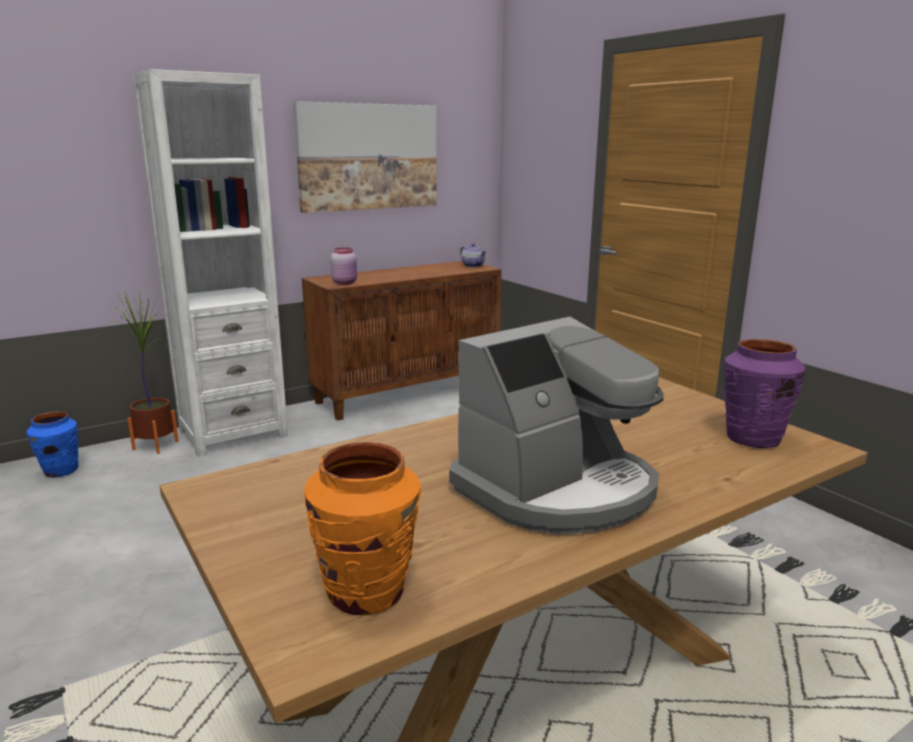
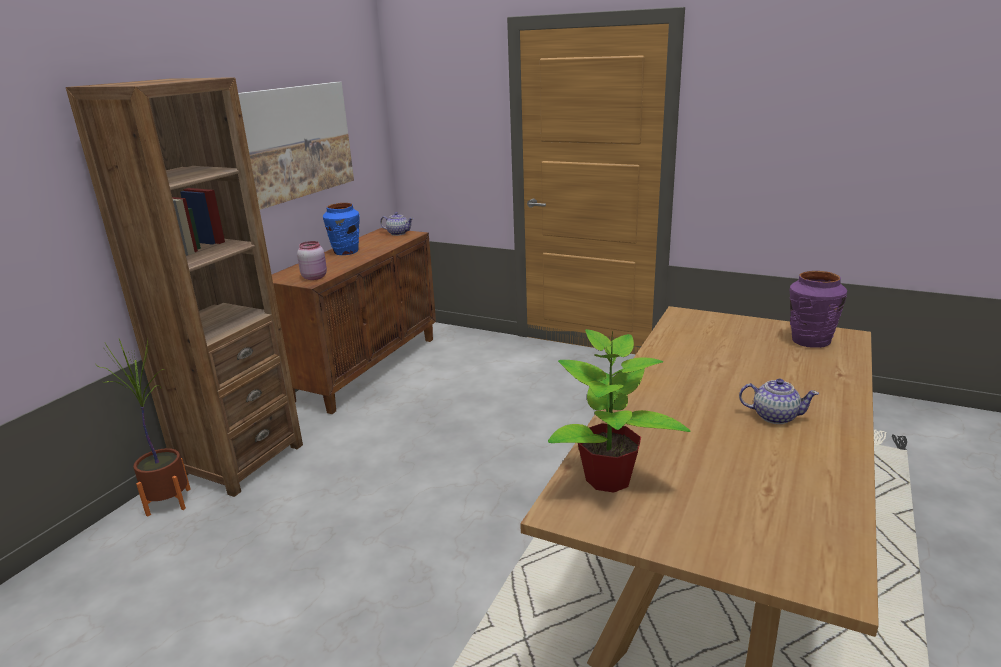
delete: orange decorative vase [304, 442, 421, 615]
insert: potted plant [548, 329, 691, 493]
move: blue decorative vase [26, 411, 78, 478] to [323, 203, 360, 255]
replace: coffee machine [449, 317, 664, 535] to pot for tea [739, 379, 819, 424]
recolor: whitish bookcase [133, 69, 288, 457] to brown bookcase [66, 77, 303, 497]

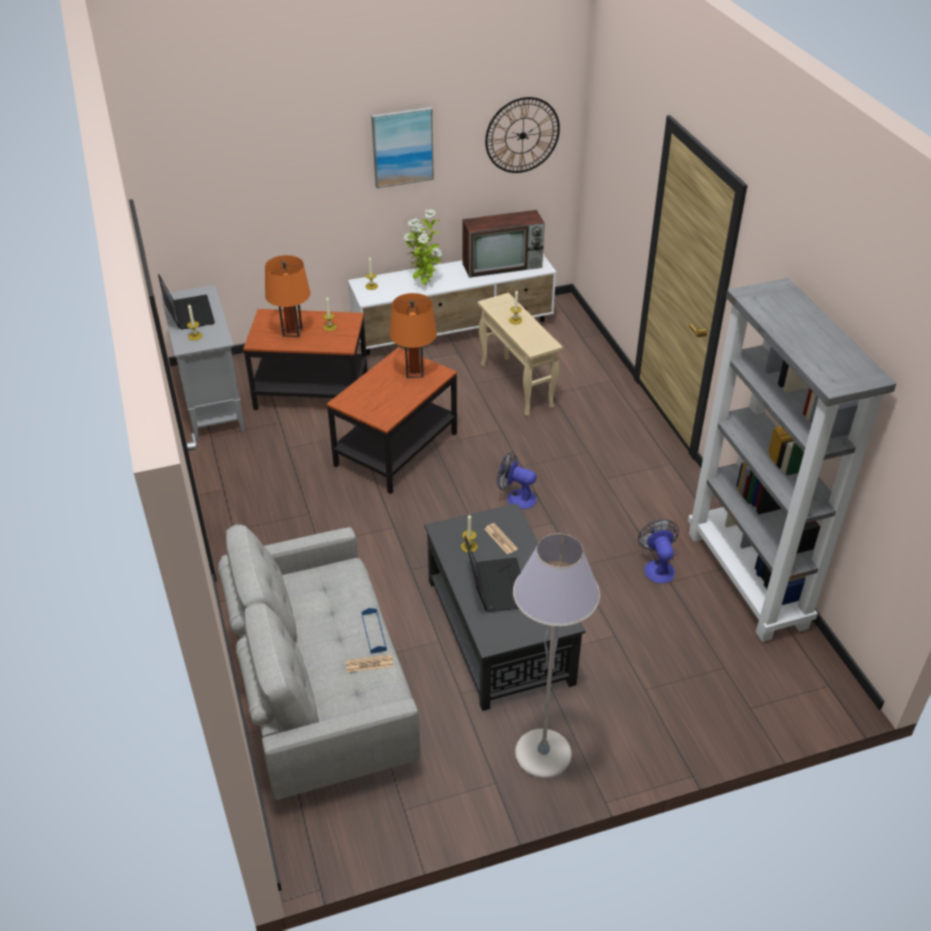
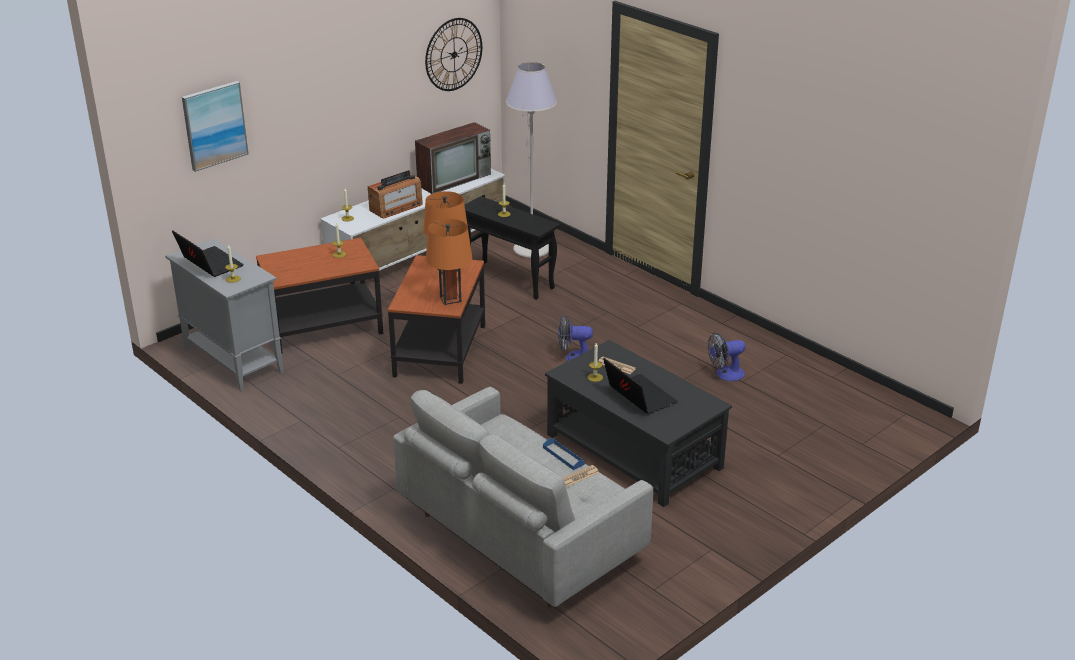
delete: greyish bookcase [688, 278, 896, 642]
move: wall picture [371, 107, 434, 188] to [182, 81, 249, 172]; orange tabletop lamp [265, 255, 311, 337] to [426, 219, 472, 305]; greyish floor lamp [513, 534, 600, 778] to [506, 62, 557, 258]
replace: potted plant [403, 209, 442, 285] to radio receiver [368, 170, 423, 219]
recolor: beige side table [478, 293, 563, 416] to black side table [465, 196, 560, 300]
rotate: fan [638, 520, 679, 583] = [708, 332, 746, 381] 75 degrees counterclockwise

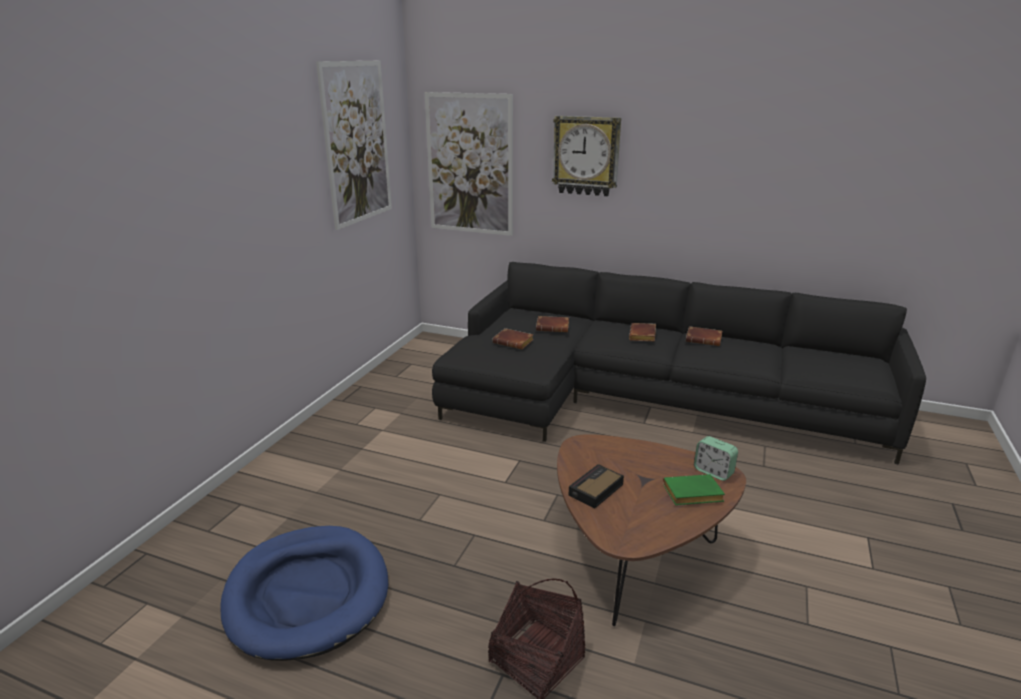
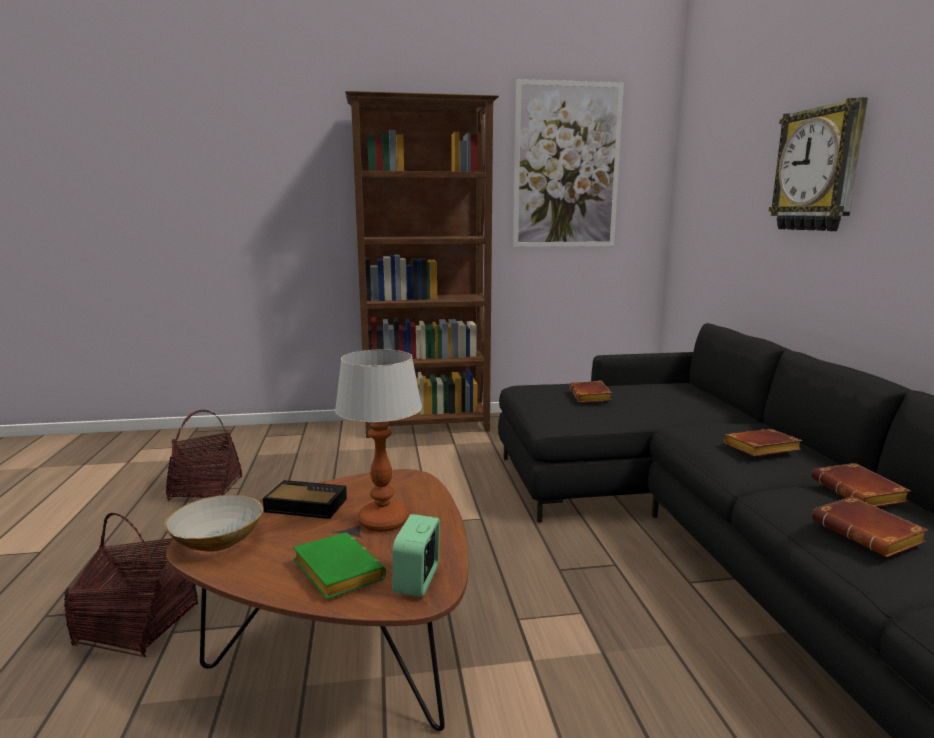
delete: wall picture [425, 92, 513, 236]
insert: brown bookcase [345, 91, 499, 438]; tabletop lamp [335, 349, 422, 532]; deep dish [164, 495, 263, 552]
move: brown volume [536, 316, 569, 332] to [812, 496, 928, 557]
replace: blue pet bed [221, 526, 388, 661] to household basket [166, 410, 242, 501]

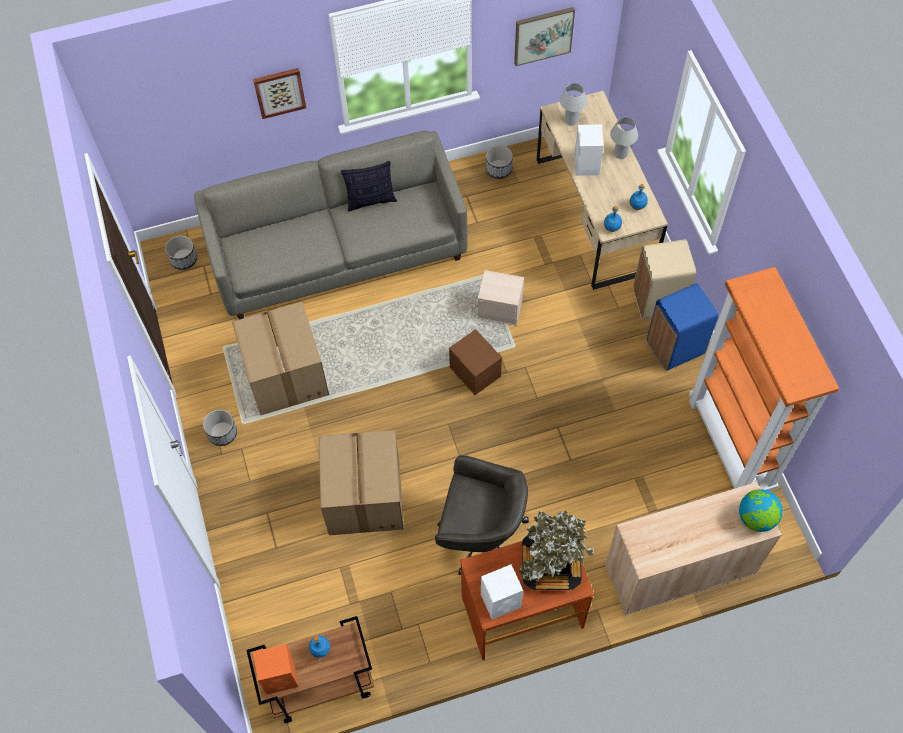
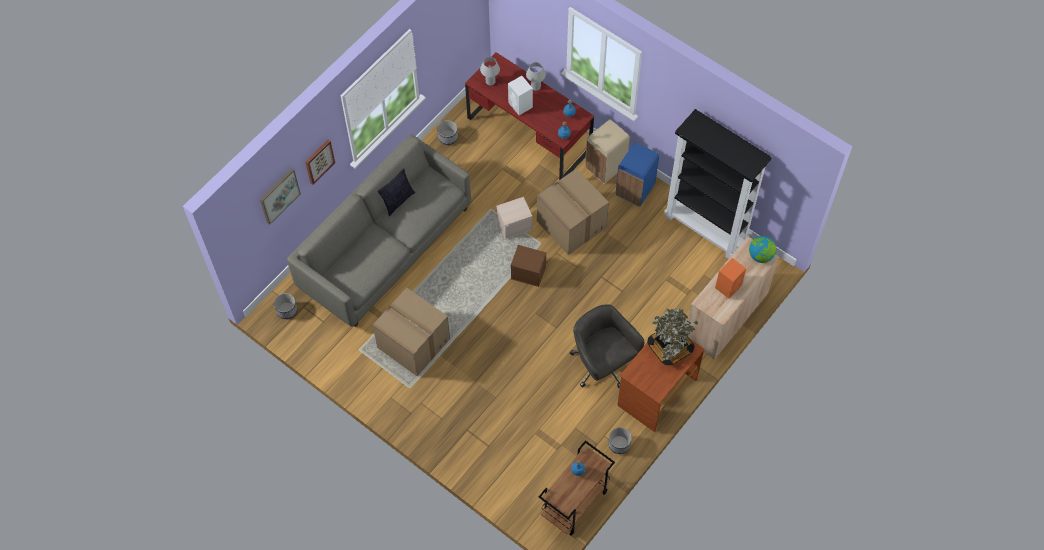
delete: whitish loudspeaker [481, 564, 523, 619]
move: wall picture [514, 7, 575, 66] to [260, 168, 301, 225]; plant pot [203, 409, 237, 446] to [608, 427, 632, 454]; cardboard box [319, 430, 404, 535] to [537, 169, 609, 255]; orange loudspeaker [253, 644, 299, 694] to [715, 258, 746, 298]
recolor: beige desk [537, 91, 668, 290] to reddish desk [465, 52, 594, 180]; orange bookcase [689, 267, 839, 492] to black bookcase [664, 109, 772, 259]
rotate: greyish desk chair [435, 455, 529, 575] = [570, 304, 644, 388] 105 degrees counterclockwise

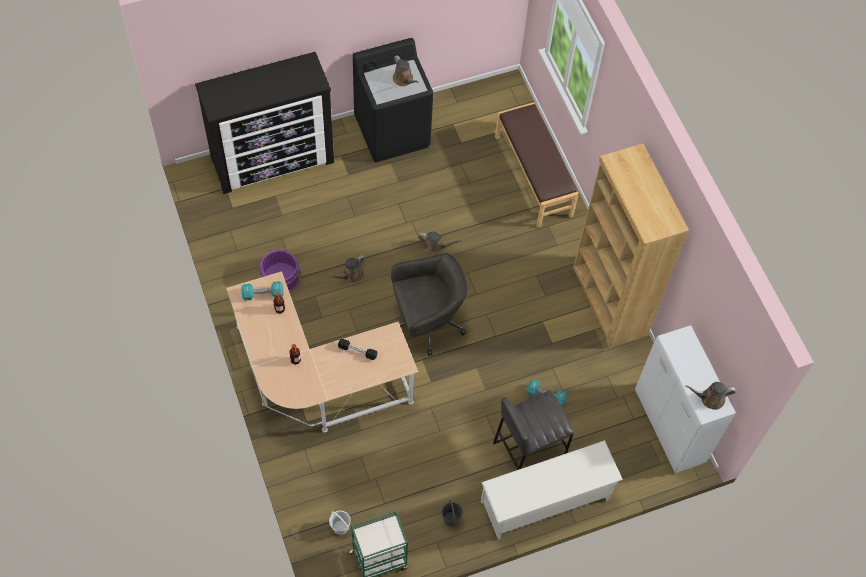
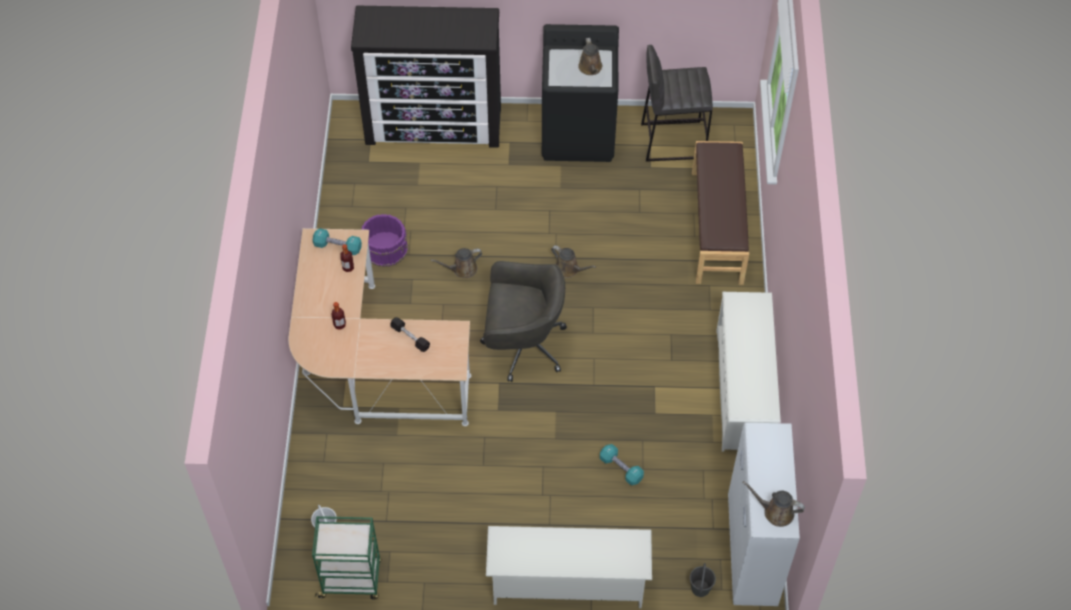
move: greyish stool [493, 390, 574, 470] to [641, 45, 713, 162]; greyish pail [442, 500, 463, 526] to [690, 563, 716, 597]
replace: brown bookcase [573, 144, 689, 348] to whitish shoe rack [716, 292, 781, 452]

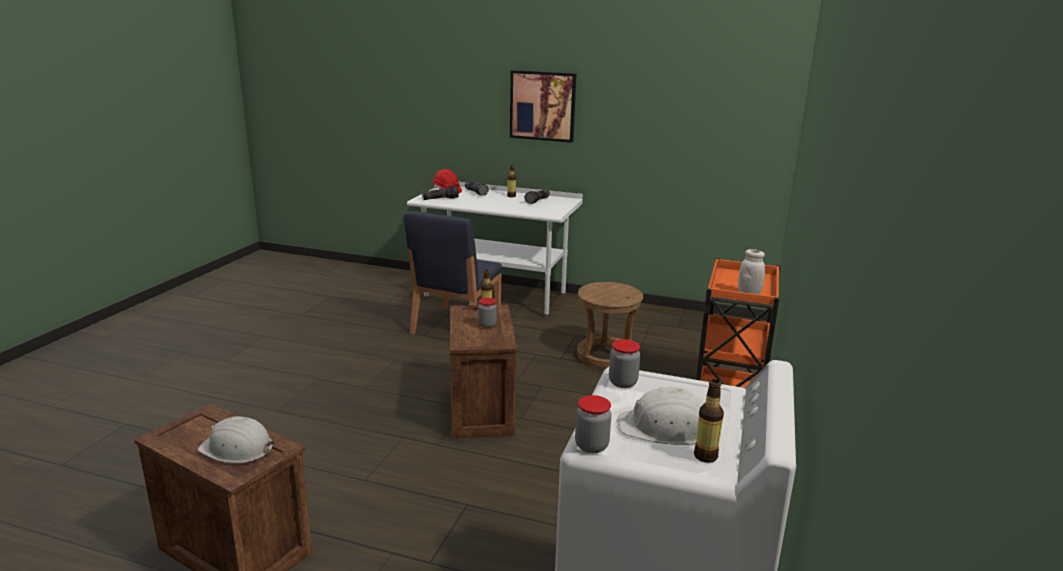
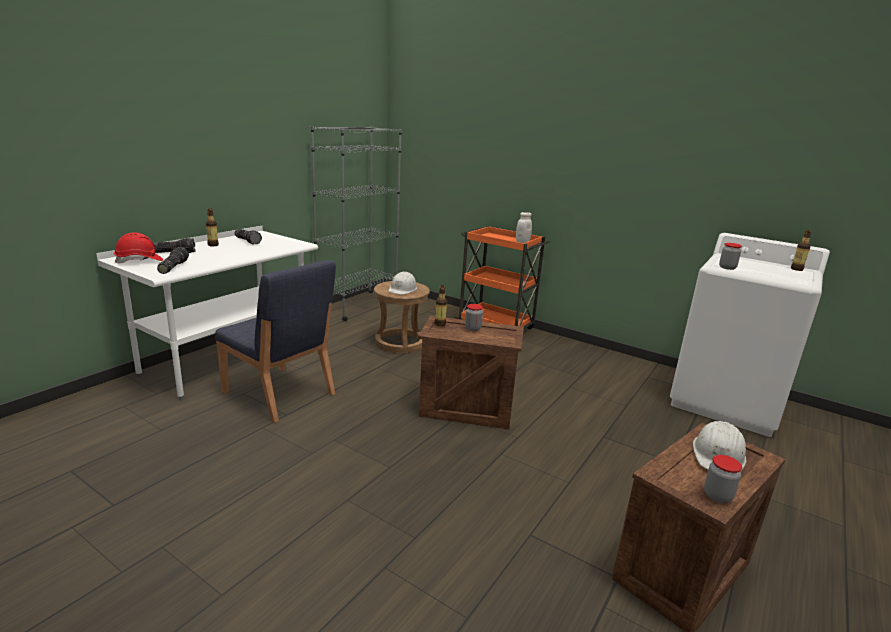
delete: wall picture [510, 70, 576, 143]
insert: greyish bookcase [311, 126, 402, 321]
move: whitish work helmet [618, 387, 703, 445] to [388, 272, 417, 295]; storage jar [575, 395, 611, 453] to [704, 455, 742, 503]

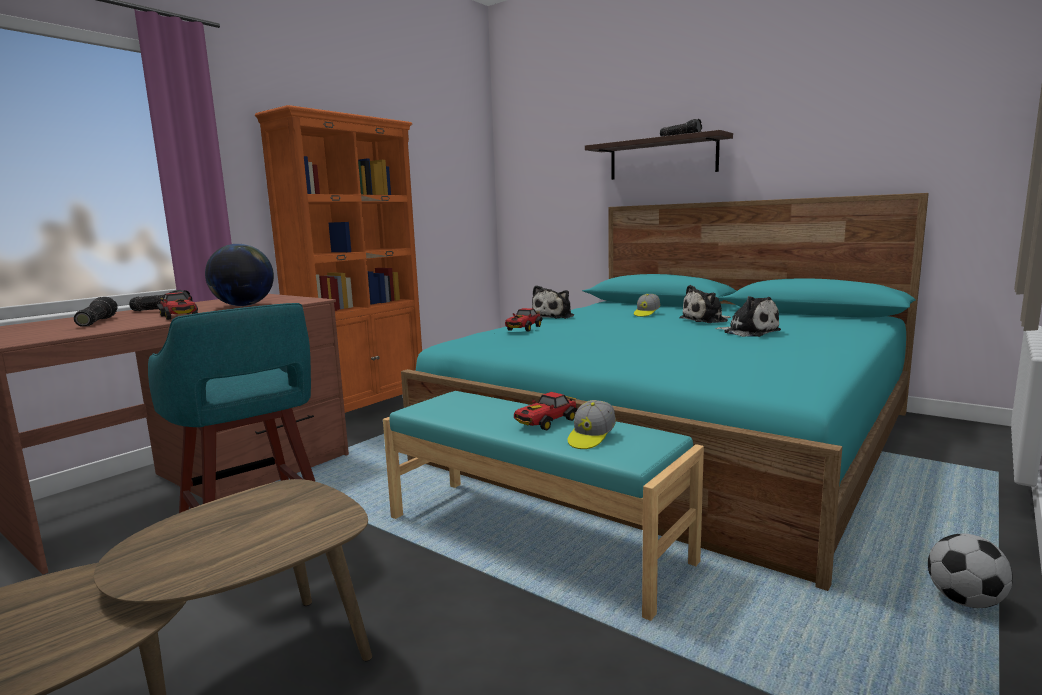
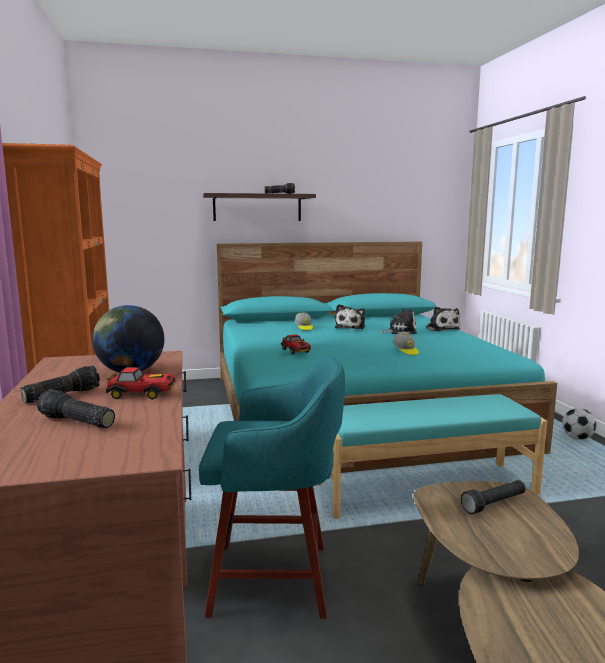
delete: toy car [514, 392, 577, 430]
insert: black torch [461, 480, 526, 514]
move: soft toy [532, 285, 574, 319] to [426, 307, 460, 331]; peaked cap [567, 400, 616, 449] to [393, 333, 419, 355]

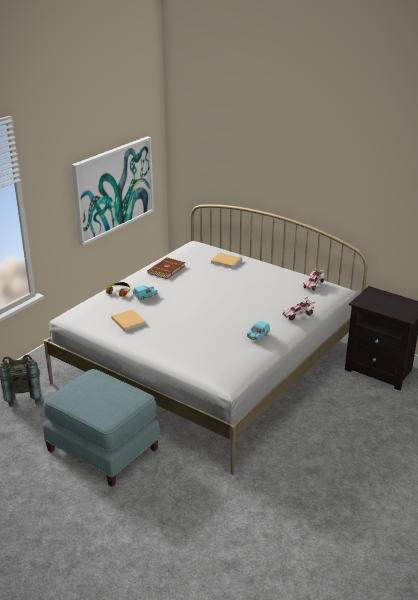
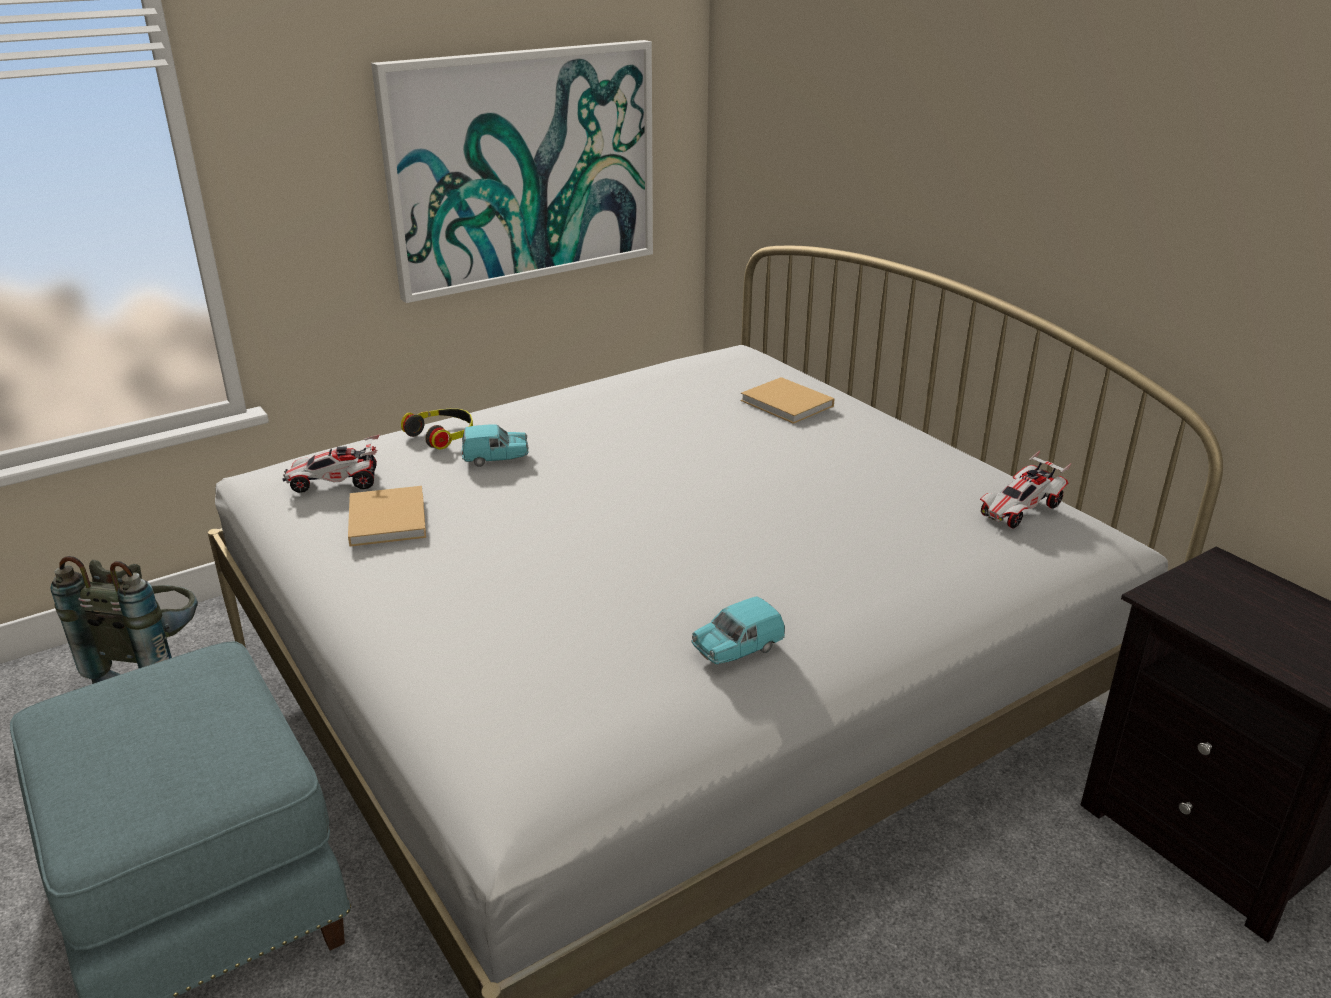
delete: brown volume [148, 257, 185, 279]
move: toy car [282, 296, 316, 320] to [282, 434, 380, 493]

